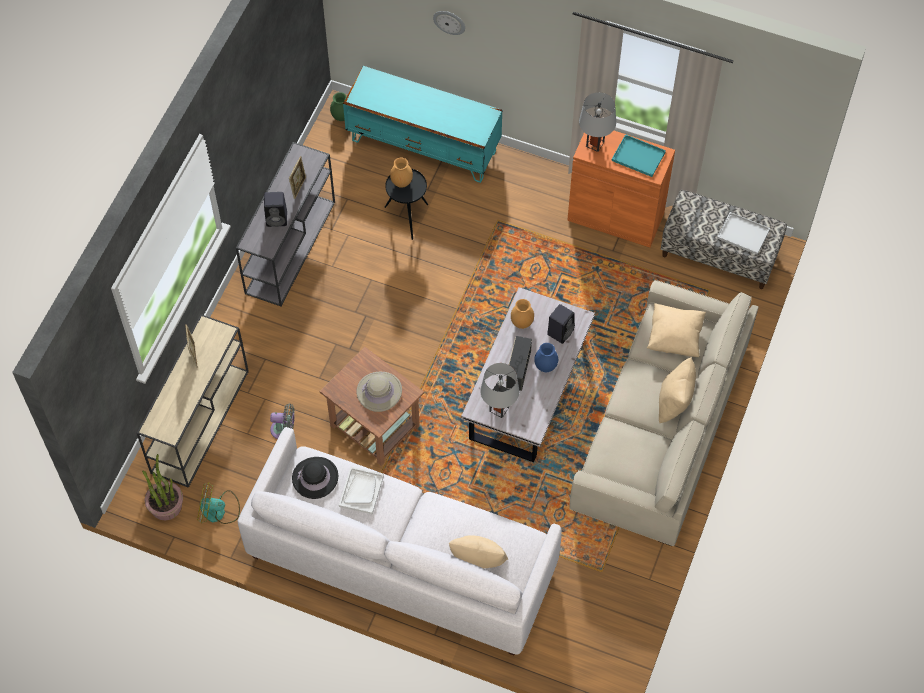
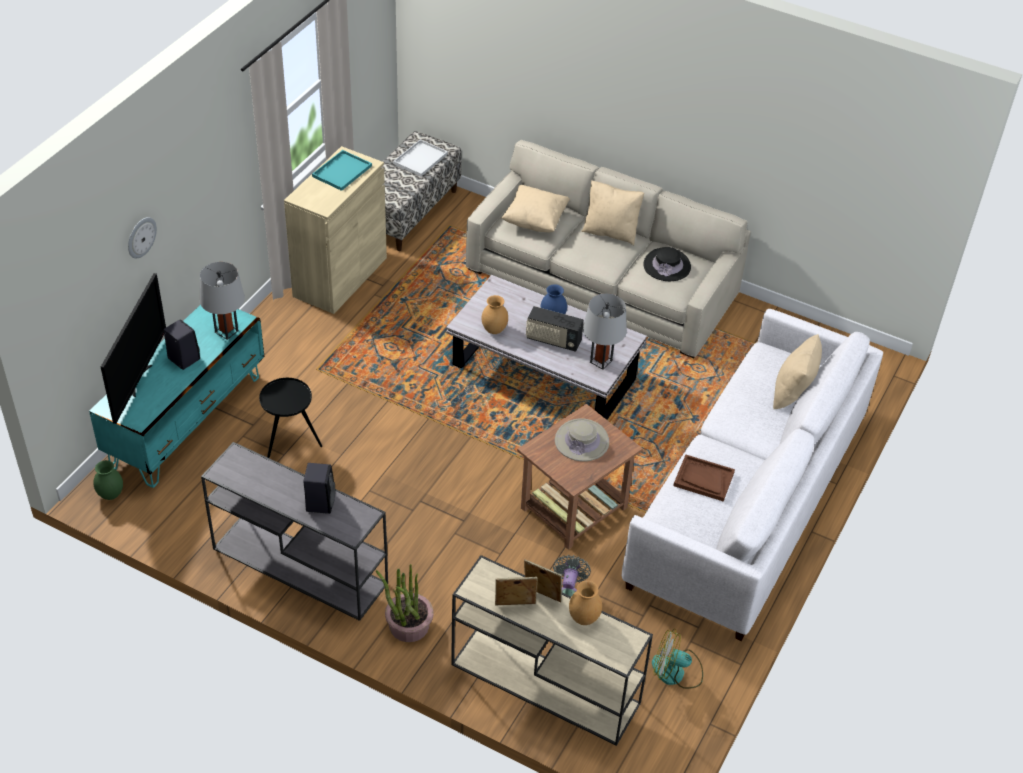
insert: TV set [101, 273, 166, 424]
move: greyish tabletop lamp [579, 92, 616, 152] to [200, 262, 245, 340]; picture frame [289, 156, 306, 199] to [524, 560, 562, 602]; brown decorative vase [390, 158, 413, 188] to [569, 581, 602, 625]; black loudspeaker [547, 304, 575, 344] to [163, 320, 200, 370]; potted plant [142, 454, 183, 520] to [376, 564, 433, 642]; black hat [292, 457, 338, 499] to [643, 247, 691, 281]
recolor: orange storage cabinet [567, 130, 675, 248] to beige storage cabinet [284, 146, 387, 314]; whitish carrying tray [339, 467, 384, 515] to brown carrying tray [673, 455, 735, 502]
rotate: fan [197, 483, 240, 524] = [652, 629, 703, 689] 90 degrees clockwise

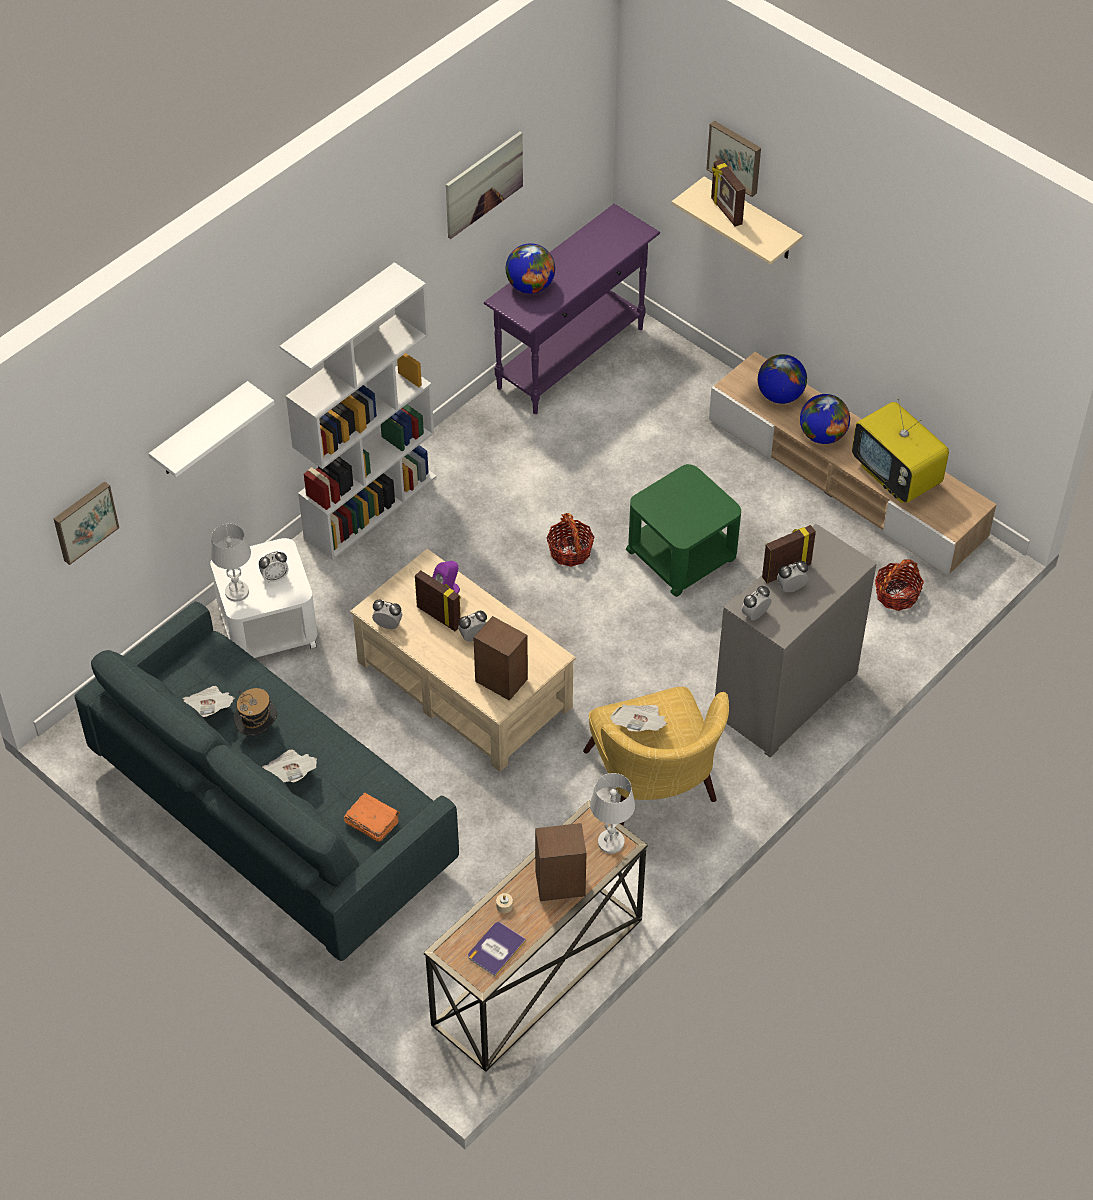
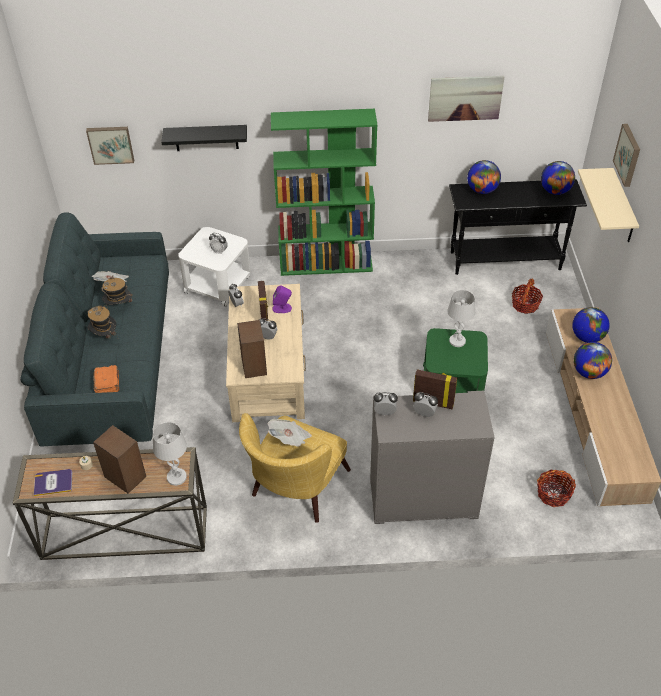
delete: picture frame [711, 159, 746, 227]; TV set [852, 398, 949, 503]
insert: desk globe [541, 161, 575, 195]
move: household basket [546, 513, 595, 567] to [512, 279, 543, 314]; whitish tabletop lamp [211, 524, 251, 602] to [447, 290, 475, 347]
replace: printed paper [262, 749, 317, 783] to hat [87, 306, 116, 339]
recolor: purple-coloured narrow table [484, 204, 660, 414] to black narrow table [449, 179, 587, 275]; whitish bookcase [279, 262, 437, 560] to greenish bookcase [271, 109, 377, 276]; whitish bracket shelf [149, 381, 275, 477] to black bracket shelf [162, 125, 247, 151]

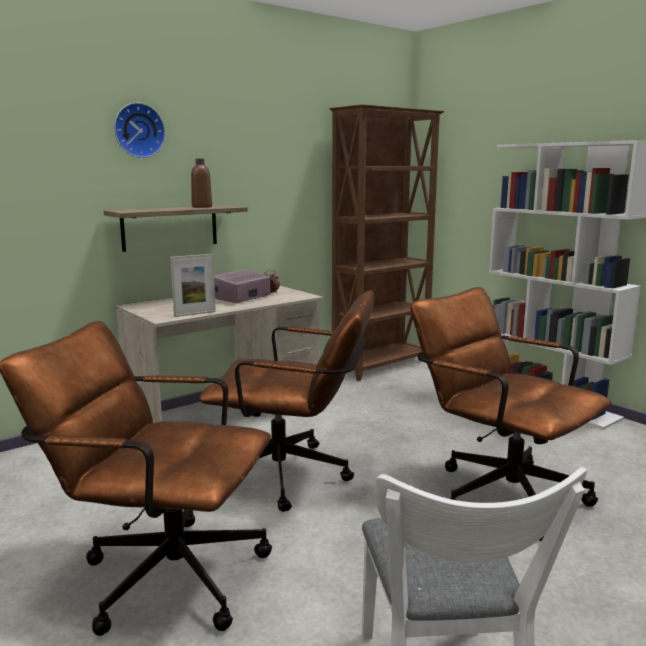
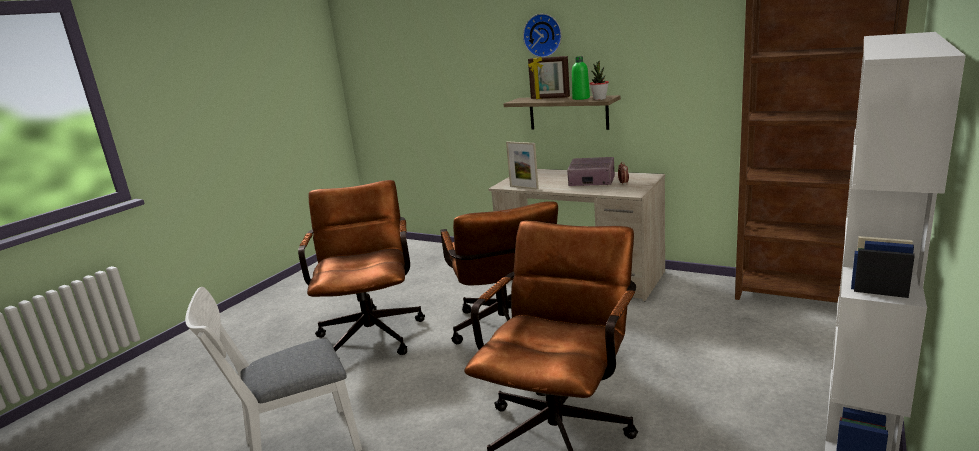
insert: picture frame [528, 56, 570, 99]; potted plant [589, 61, 609, 100]
recolor: brown drink bottle [191, 159, 212, 208] to greenish drink bottle [572, 56, 590, 100]

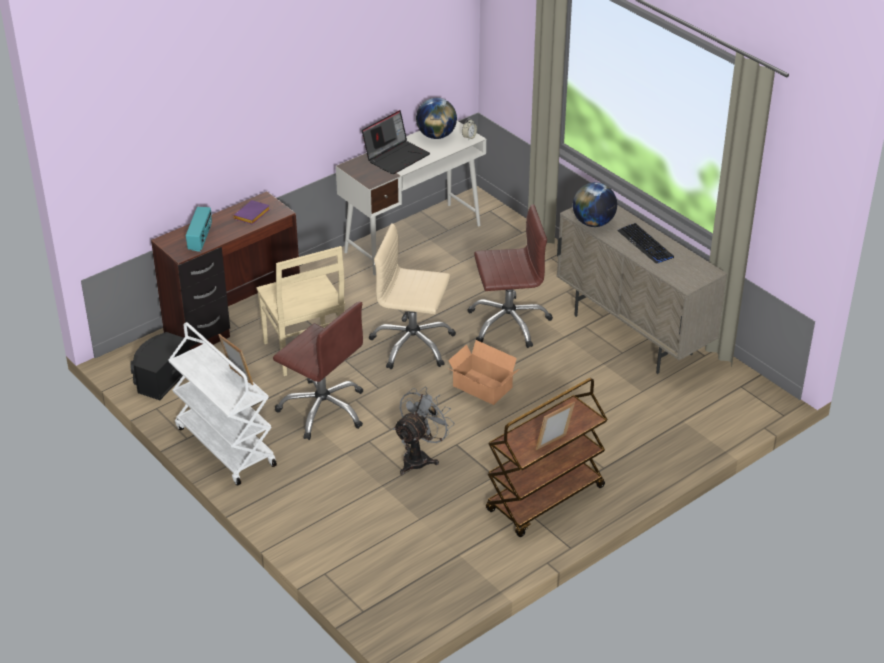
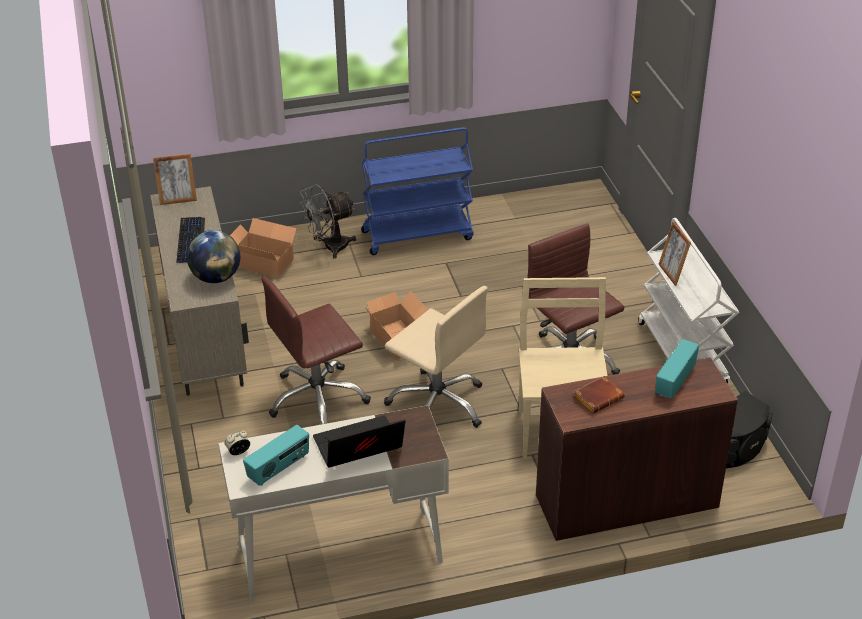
insert: cardboard box [230, 218, 297, 278]
move: greyish fan [393, 387, 454, 475] to [300, 184, 356, 259]; picture frame [536, 402, 575, 450] to [153, 153, 197, 205]
replace: desk globe [416, 98, 457, 139] to radio receiver [243, 425, 309, 486]
recolor: purple-coloured volume [233, 200, 270, 225] to brown volume [573, 376, 625, 414]; brown trolley [486, 378, 608, 537] to blue trolley [361, 127, 474, 255]
rotate: brown desk chair [467, 204, 553, 348] = [261, 276, 371, 424] 45 degrees counterclockwise

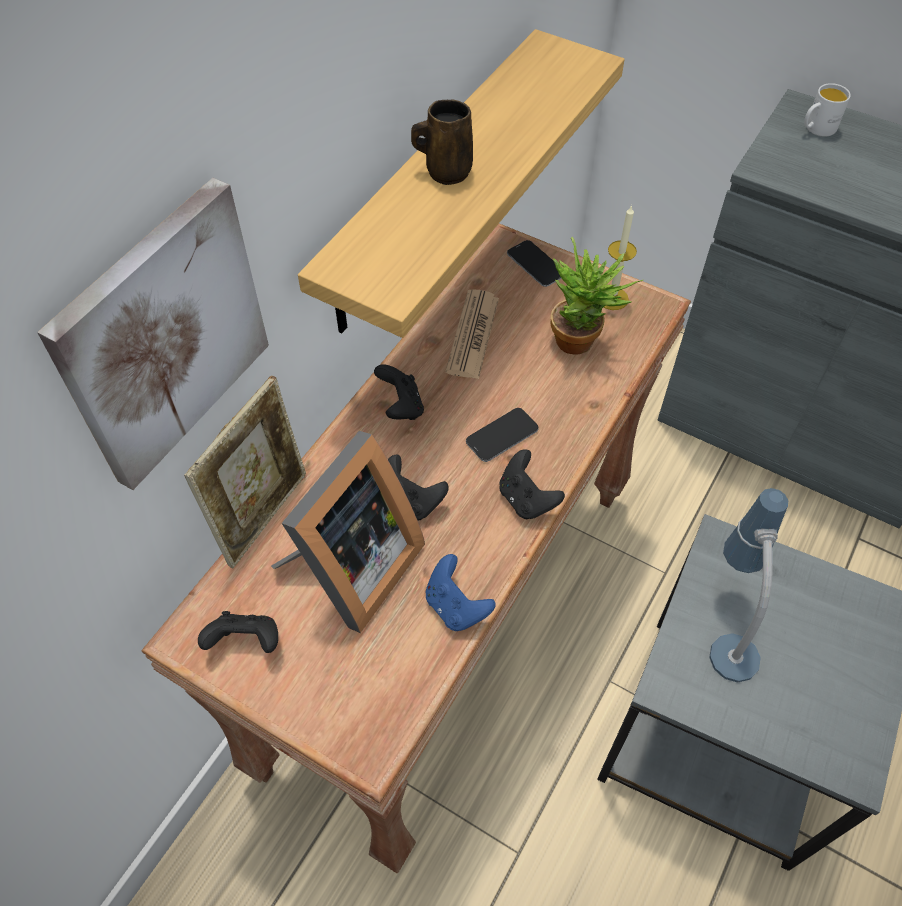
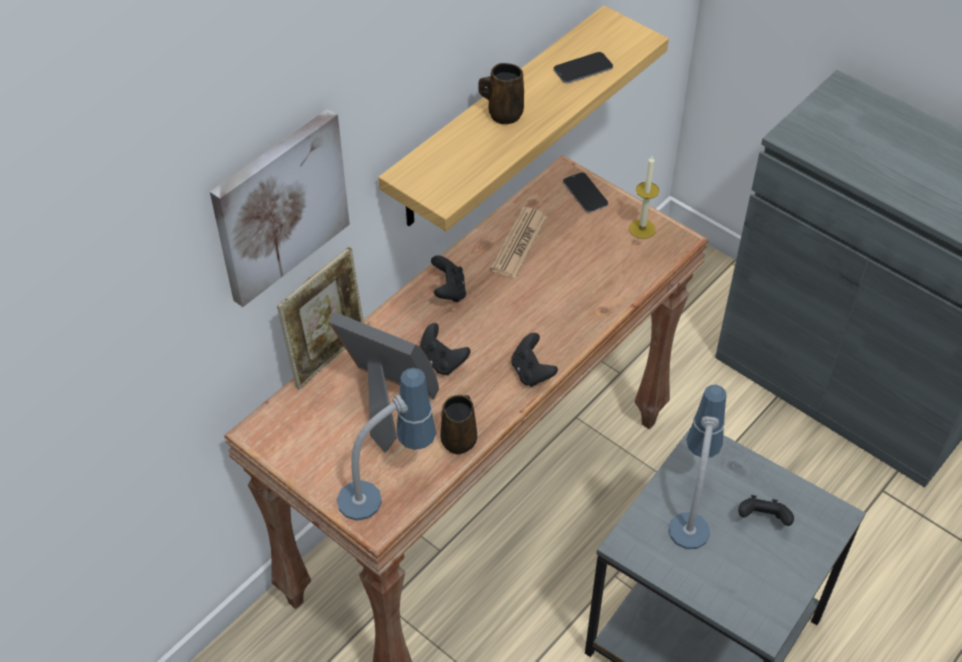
delete: whitish tea mug [804, 83, 851, 137]; potted plant [551, 237, 643, 355]
insert: tabletop lamp [337, 368, 436, 521]
move: phone [466, 408, 539, 462] to [553, 52, 613, 83]; black gamepad [198, 611, 278, 653] to [738, 495, 794, 526]
replace: blue gamepad [426, 554, 496, 631] to brown tea mug [440, 395, 477, 454]
rotate: picture frame [271, 431, 425, 633] = [328, 312, 439, 452] 105 degrees counterclockwise

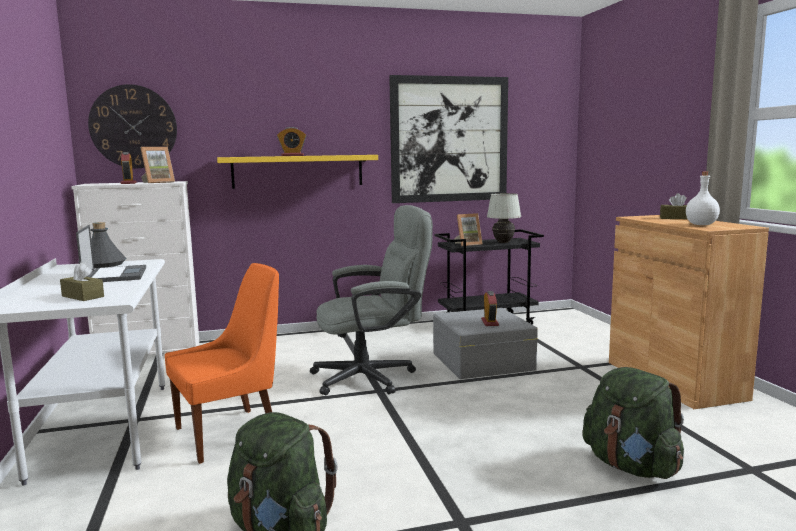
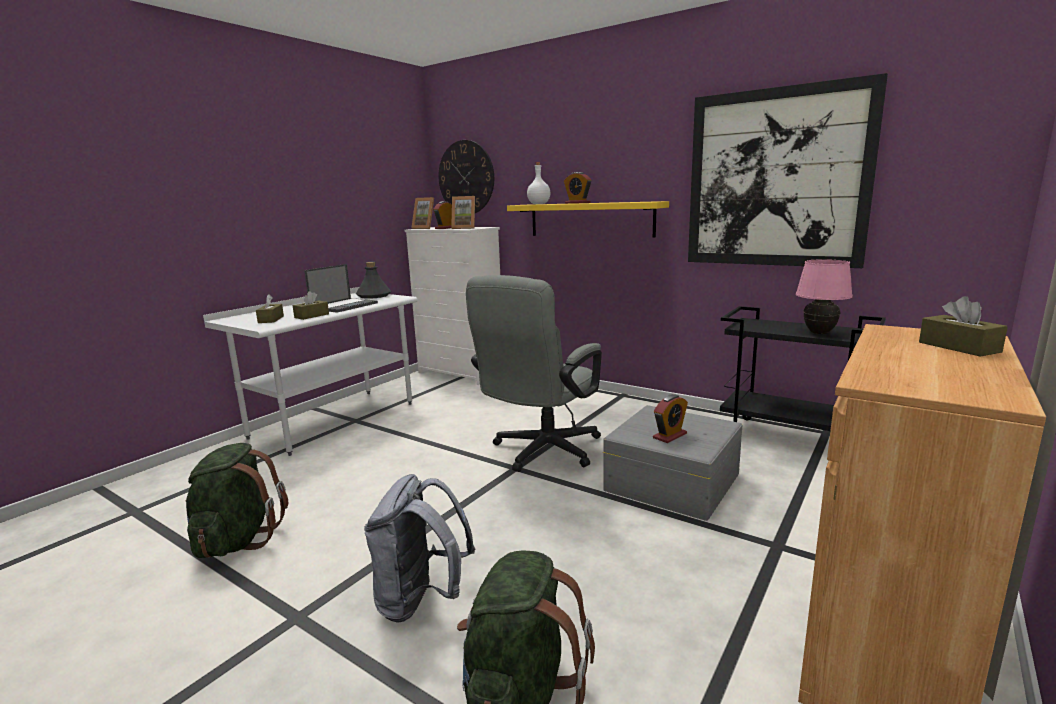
delete: orange upright chair [165, 263, 279, 464]
insert: brown tissue box [293, 291, 329, 320]; greyish knapsack [364, 474, 475, 623]
move: whitish drink bottle [686, 172, 720, 225] to [527, 162, 550, 204]; picture frame [455, 213, 483, 246] to [411, 197, 434, 229]
recolor: whitish tabletop lamp [487, 193, 521, 243] to pink tabletop lamp [796, 259, 853, 334]
rotate: greyish desk chair [310, 205, 433, 395] = [466, 275, 602, 472] 90 degrees clockwise

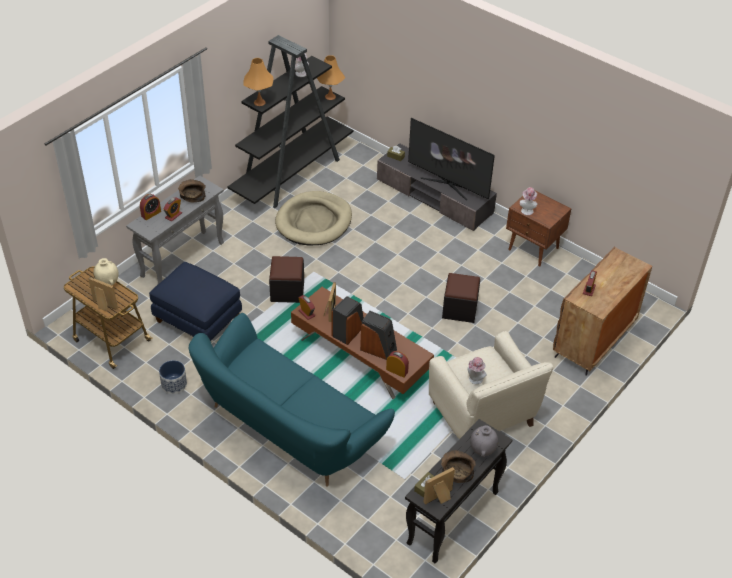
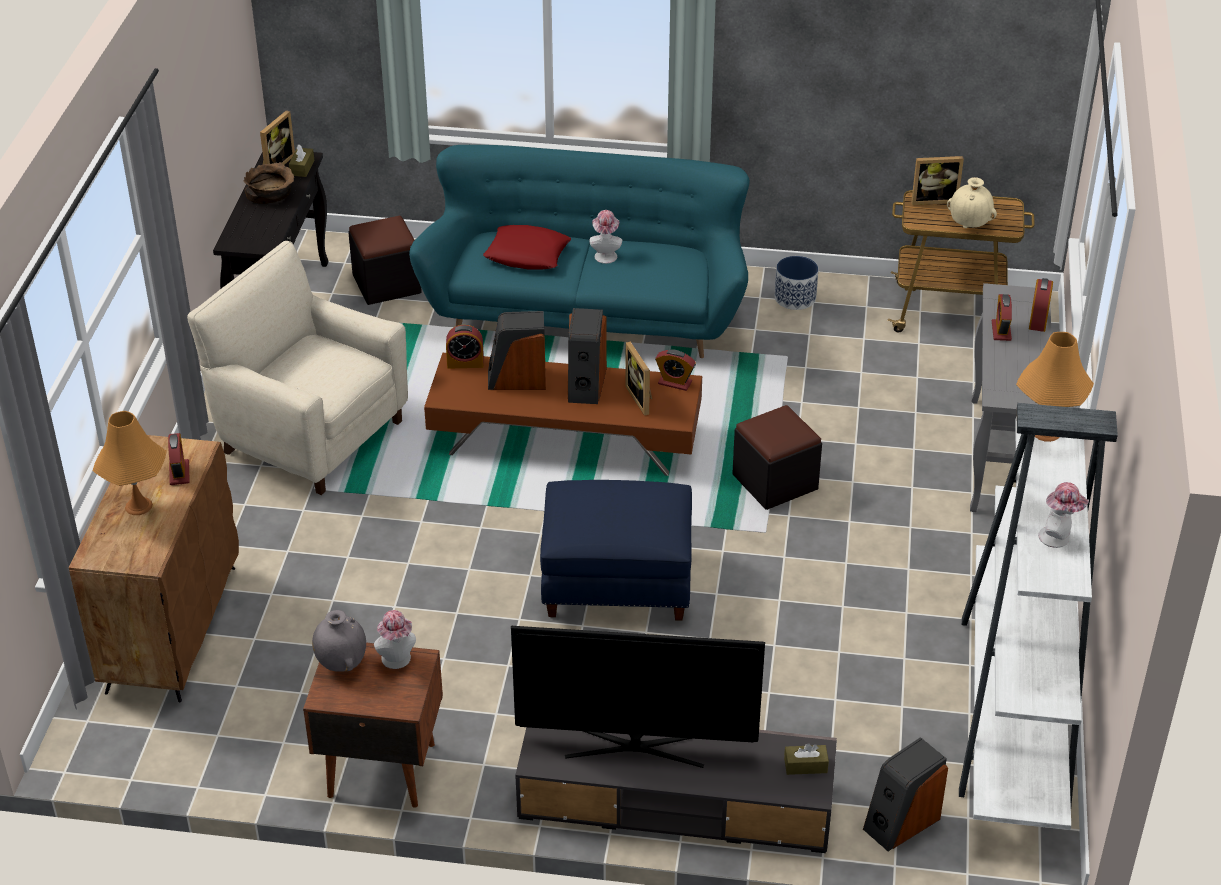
delete: brown deep dish [178, 179, 206, 202]; beige pet bed [275, 191, 352, 245]
insert: reddish throw pillow [483, 225, 571, 269]; loudspeaker [863, 737, 948, 851]
move: orange tabletop lamp [317, 55, 345, 100] to [93, 411, 167, 515]; blue ottoman [149, 262, 242, 341] to [540, 480, 692, 621]; black ottoman [442, 273, 480, 323] to [348, 216, 422, 305]; hat [467, 357, 487, 384] to [589, 210, 622, 264]; greyish decorative vase [470, 425, 498, 457] to [312, 610, 366, 672]
recolor: black bookcase [228, 35, 354, 208] to whitish bookcase [959, 403, 1118, 830]

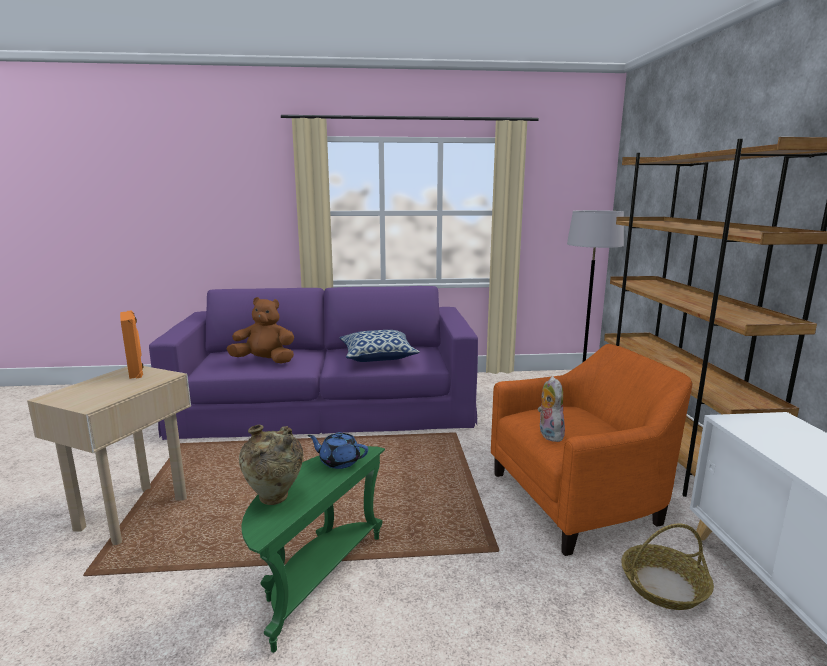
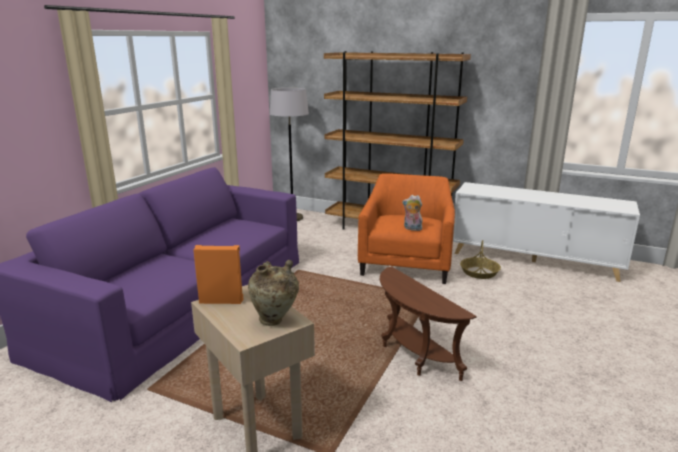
delete: brown soft toy [227, 297, 294, 364]; throw pillow [340, 330, 420, 362]; blue pot for tea [308, 432, 368, 469]
move: beige decorative vase [239, 425, 303, 505] to [248, 260, 299, 326]
recolor: greenish side table [242, 446, 385, 653] to brown side table [380, 266, 477, 381]

